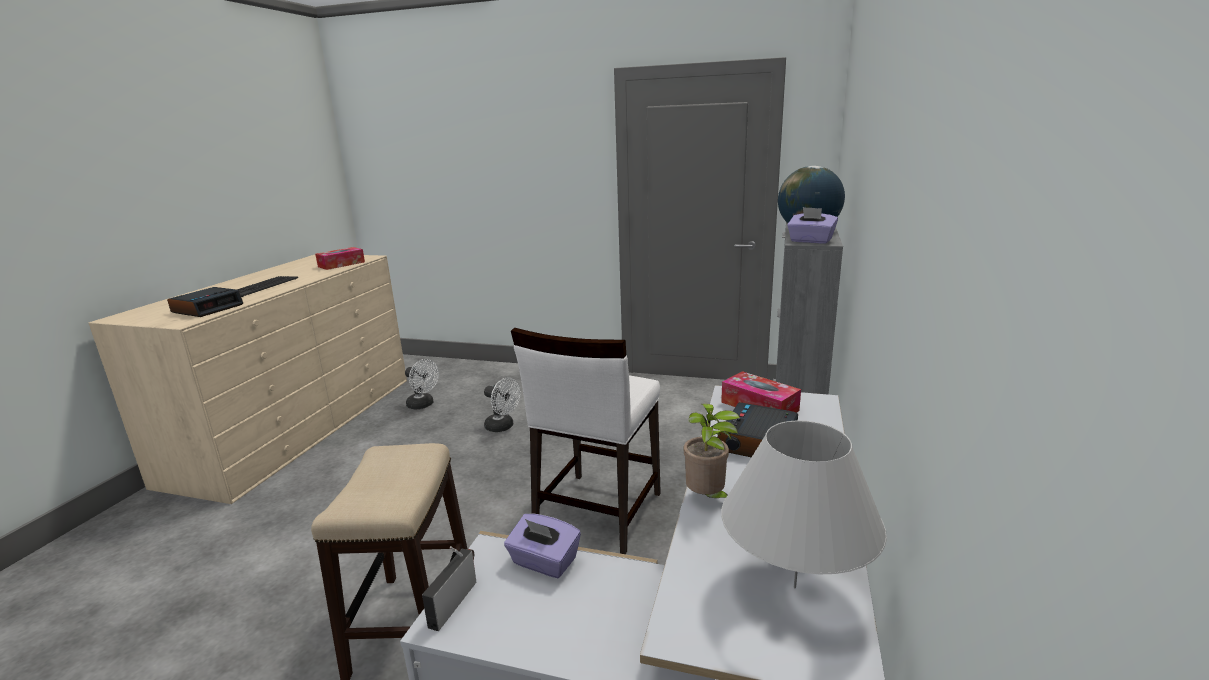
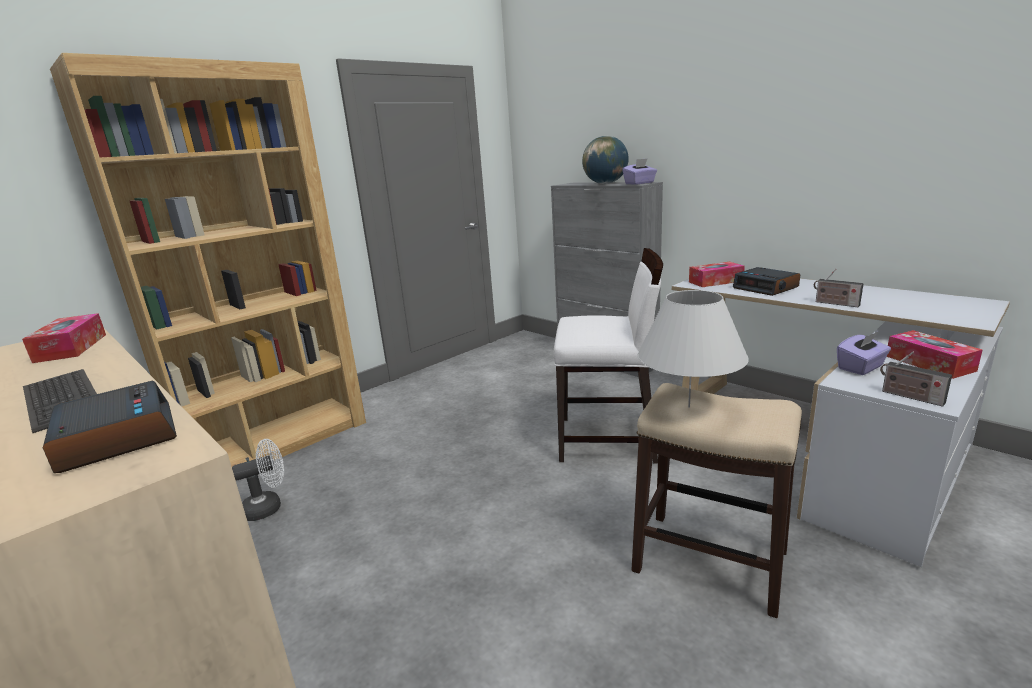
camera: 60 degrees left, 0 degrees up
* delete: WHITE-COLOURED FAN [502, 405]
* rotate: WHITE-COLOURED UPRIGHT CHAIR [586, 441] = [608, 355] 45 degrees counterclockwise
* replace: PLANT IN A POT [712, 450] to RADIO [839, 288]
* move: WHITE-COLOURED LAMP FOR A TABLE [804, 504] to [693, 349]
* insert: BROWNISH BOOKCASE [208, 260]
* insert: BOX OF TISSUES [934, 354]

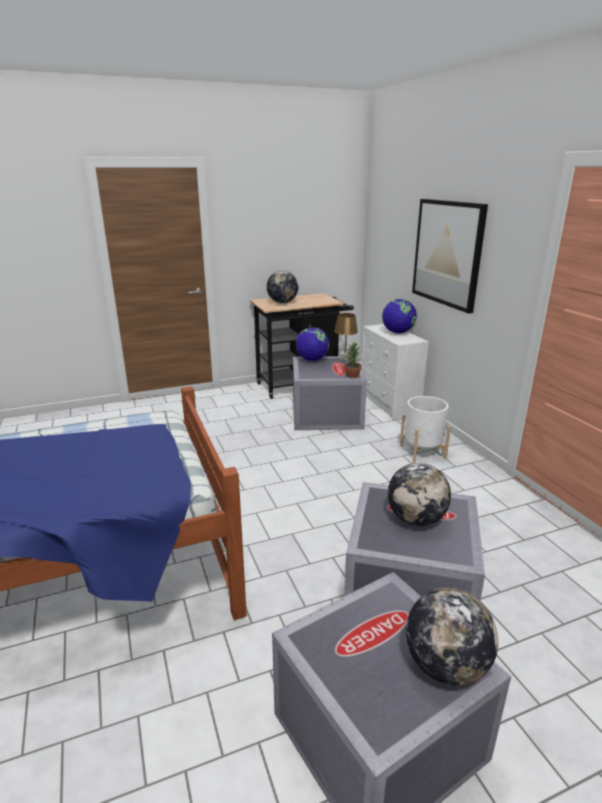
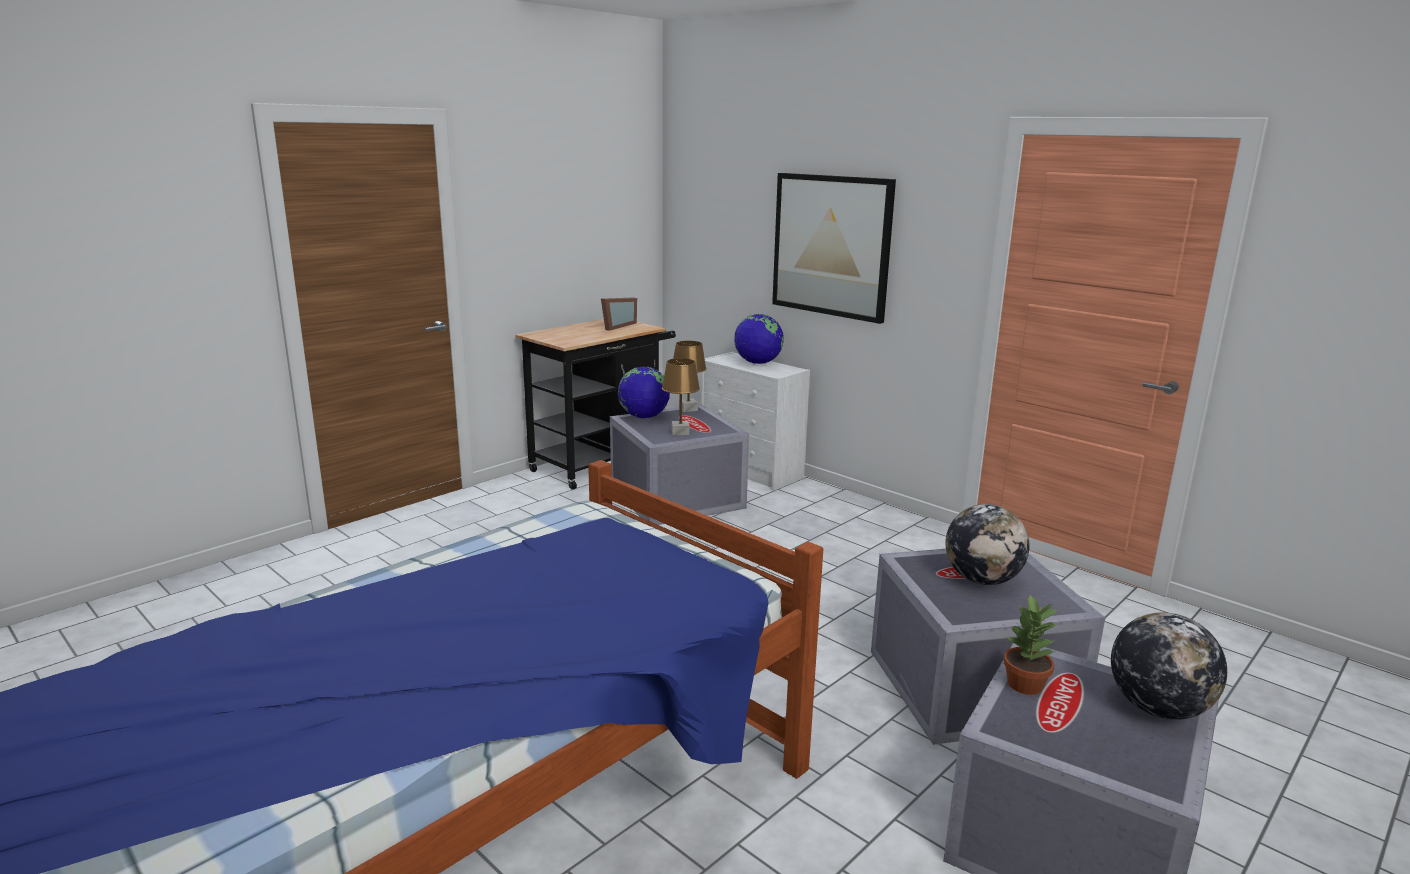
camera: 25 degrees left, 5 degrees down
* delete: WORLD GLOBE [282, 286]
* move: PLANT IN A POT [353, 360] to [1031, 645]
* delete: WHITE-COLOURED FLOWER POT [425, 429]
* insert: PICTURE FRAME [619, 314]
* insert: BROWNISH LAMP FOR A TABLE [681, 396]

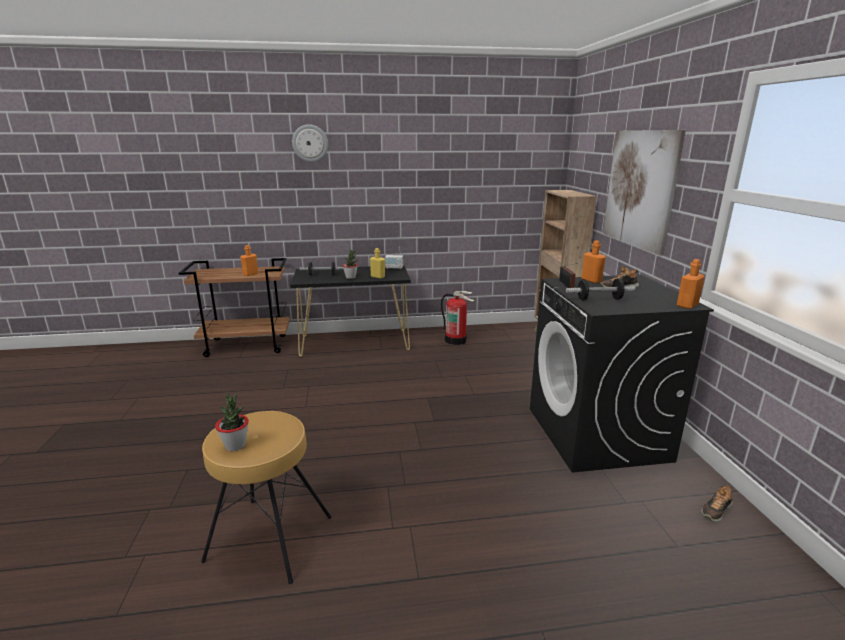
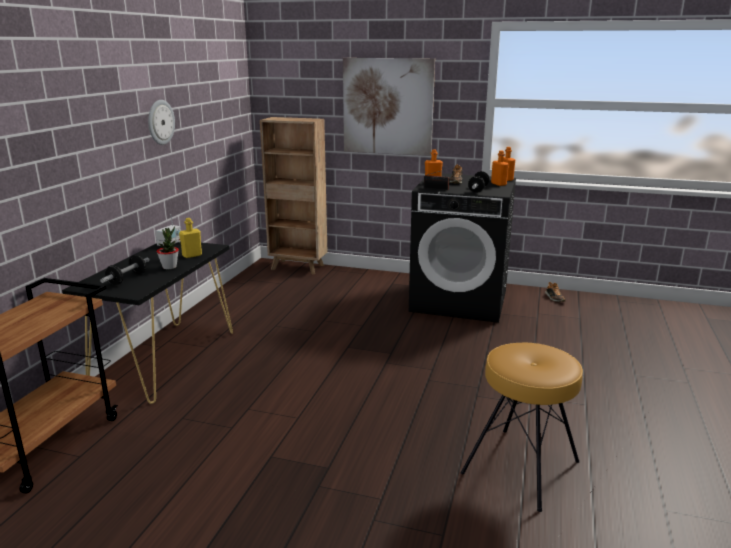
camera: 65 degrees left, 0 degrees up
* delete: PLANT IN A POT [232, 422]
* move: ORANGE BEVERAGE BOTTLE [249, 260] to [500, 168]
* move: CLOCK ON THE WALL [310, 143] to [161, 122]
* delete: FIRE-FIGHTING CYLINDER [458, 318]

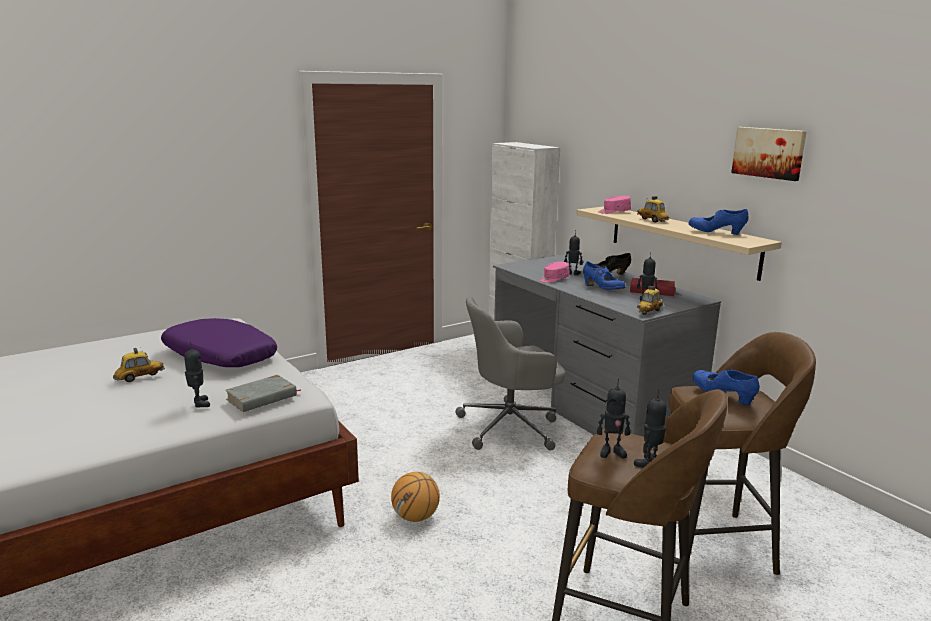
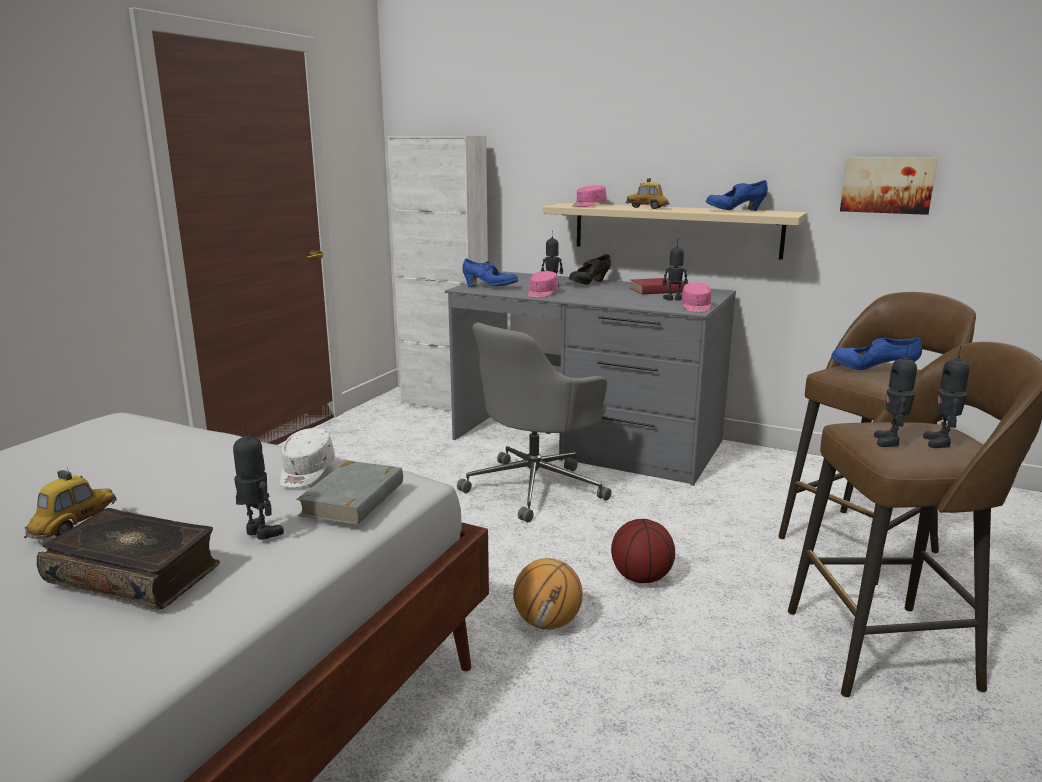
camera: 30 degrees left, 0 degrees up
* delete: PURPLE PILLOW [219, 342]
* move: BLUE-COLOURED LOW SHOE [604, 275] to [490, 272]
* rotate: ROBOT FIGURE [613, 418] = [895, 396] 135 degrees clockwise
* replace: TOY CAR [650, 300] to PINK PEAKED CAP [696, 297]
* move: PICTURE [769, 154] to [889, 186]
* insert: BOOK [128, 559]
* insert: WHITE-COLOURED PEAKED CAP [307, 458]
* insert: BASKETBALL [643, 551]

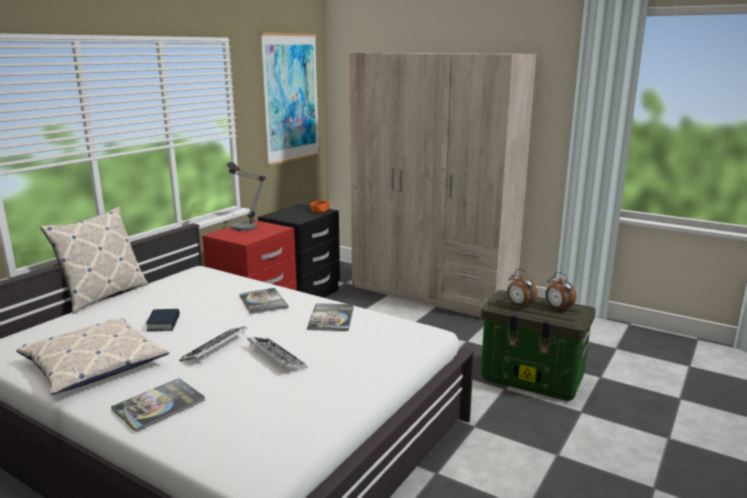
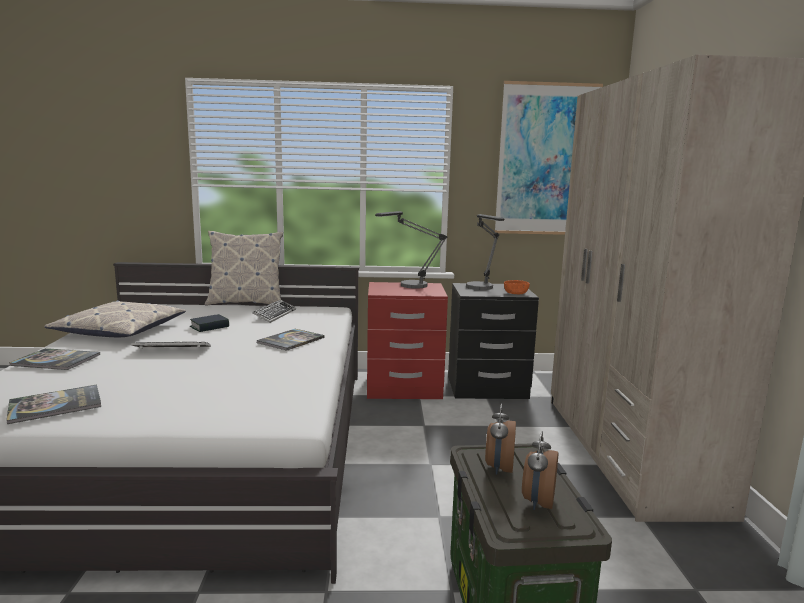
camera: 55 degrees right, 5 degrees down
* move: COMPUTER KEYBOARD [277, 352] to [274, 311]
* move: BOOK [330, 317] to [53, 404]
* insert: LAMP FOR A TABLE [485, 252]

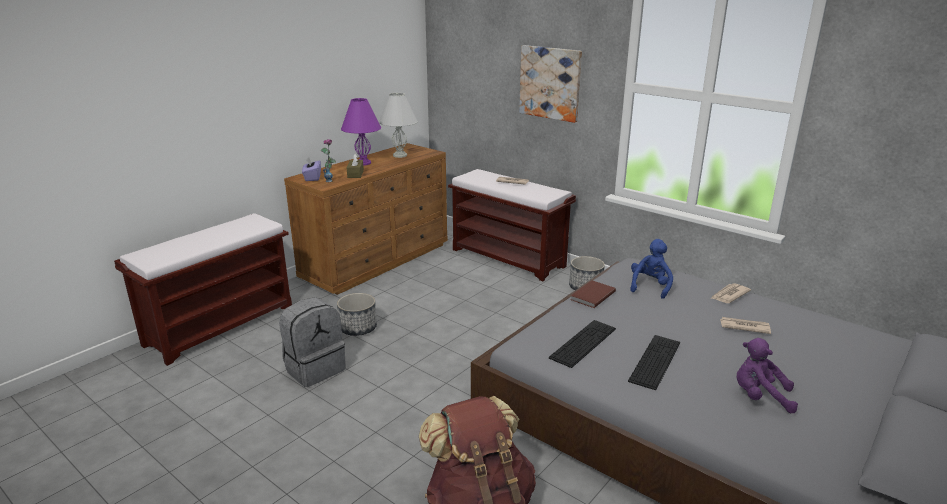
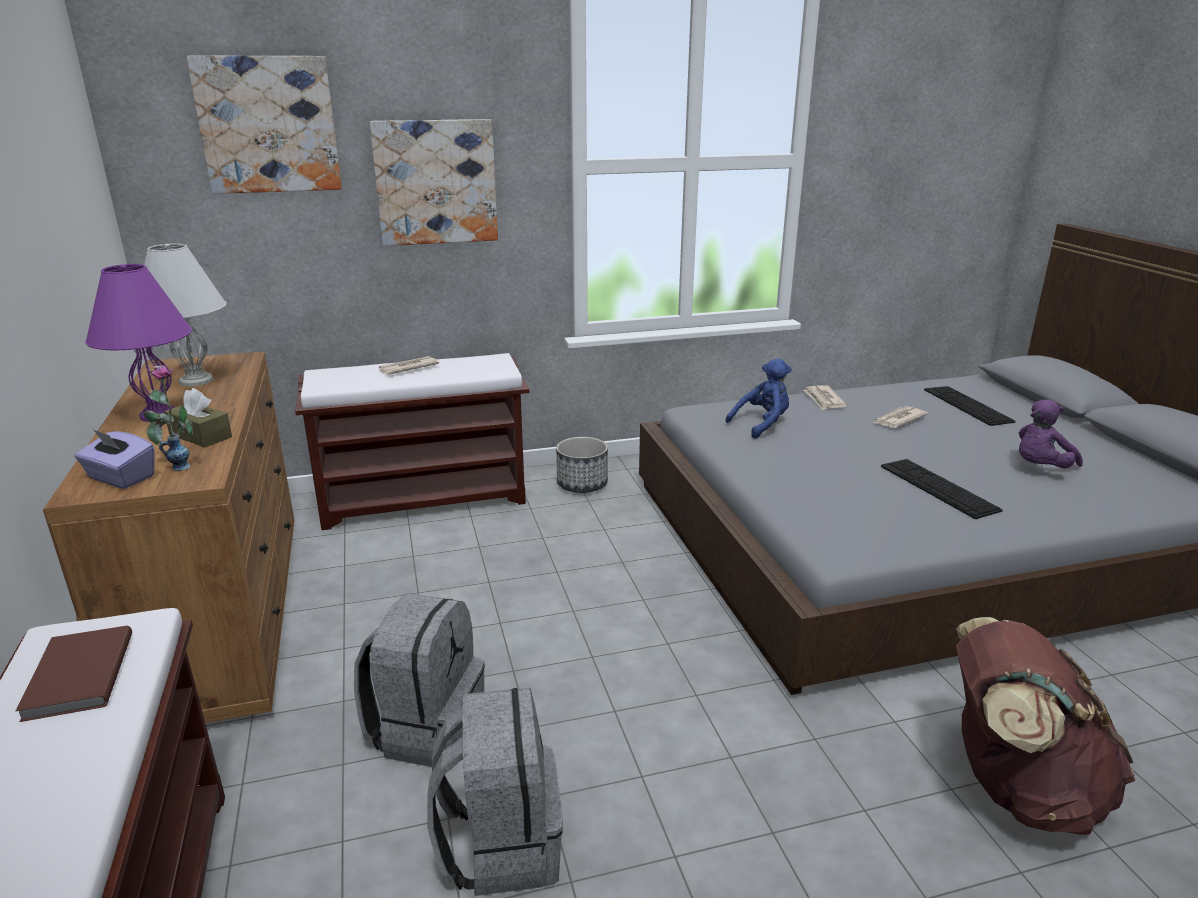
camera: 55 degrees left, 0 degrees up
* replace: FLOWER POT [357, 314] to GREY KNAPSACK [419, 680]
* move: COMPUTER KEYBOARD [582, 344] to [970, 406]
* move: BROWNISH BOOK [593, 294] to [74, 674]
* rotate: BLUE-COLOURED CUDDLY TOY [651, 269] = [758, 398] 90 degrees clockwise
* insert: PICTURE [264, 124]

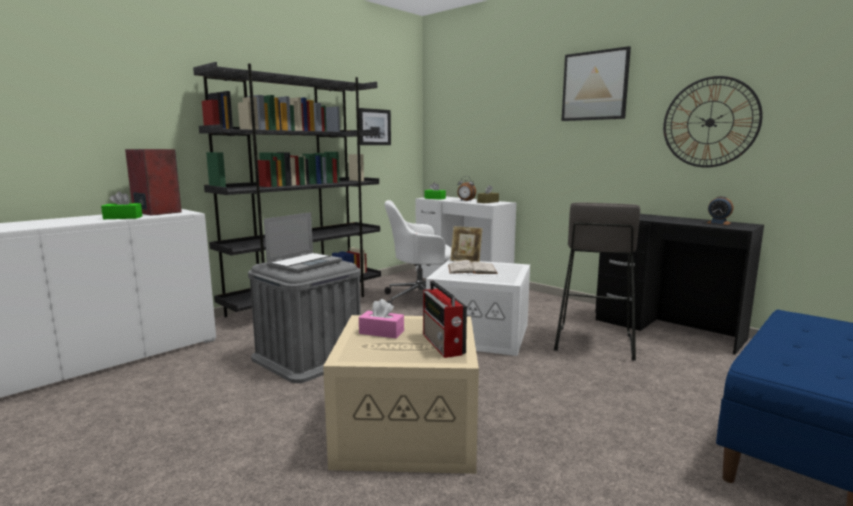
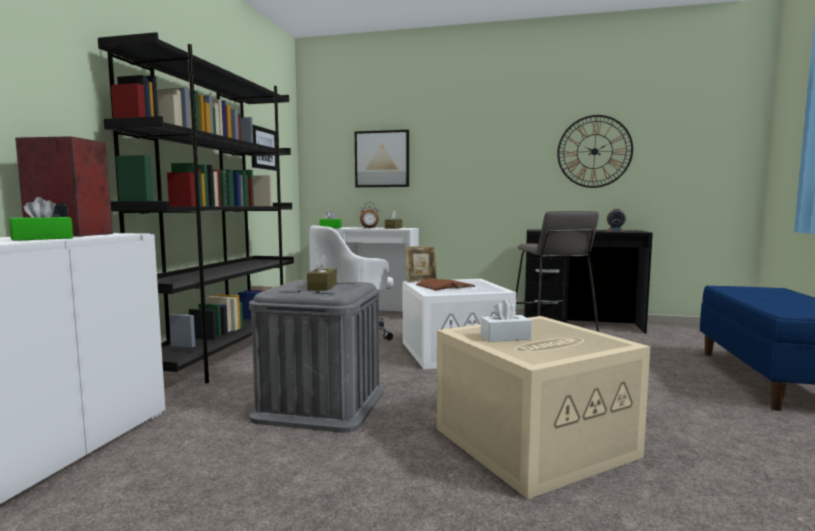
camera: 30 degrees left, 5 degrees down
* replace: NOTEBOOK COMPUTER [303, 242] to BROWNISH BOX OF TISSUES [322, 273]
* recolor: PINK BOX OF TISSUES [381, 318] to WHITE-COLOURED BOX OF TISSUES [506, 321]
* delete: RADIO [445, 319]
* recolor: WHITE-COLOURED BOOK [473, 267] to BROWNISH BOOK [445, 284]
* move: PICTURE [596, 83] to [382, 158]

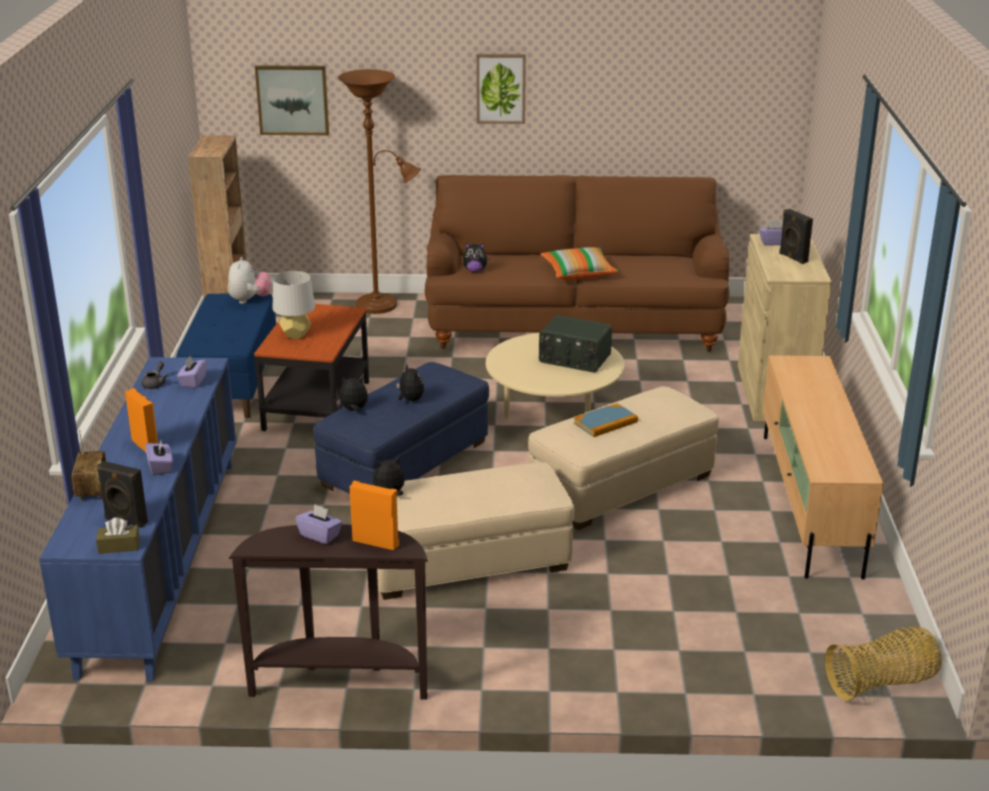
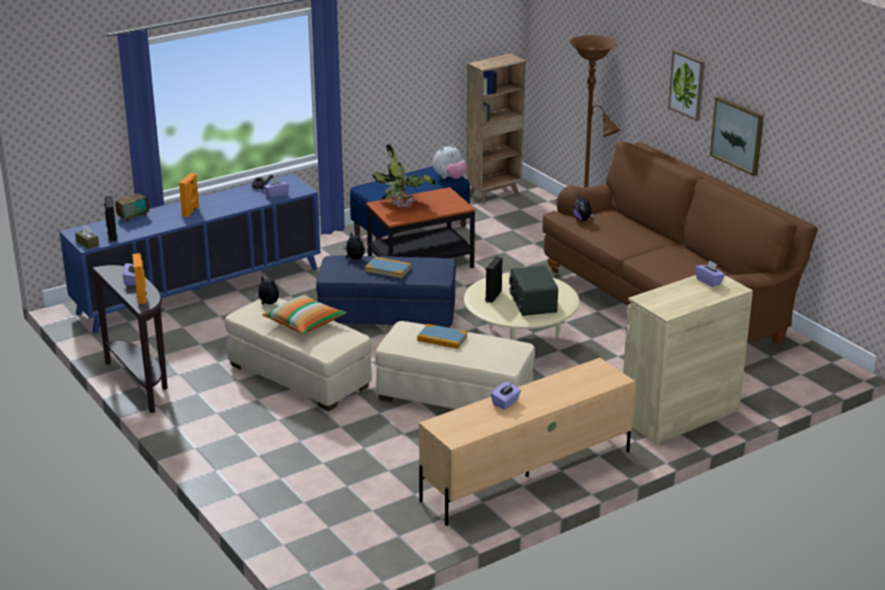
camera: 55 degrees right, 0 degrees up
* move: PURPLE BOX OF TISSUES [159, 458] to [506, 395]
* move: PICTURE [292, 100] to [737, 136]
* replace: GREY LAMP FOR A TABLE [294, 305] to PLANT IN A POT [404, 176]
* replace: CUDDLY TOY [410, 382] to BOOK [388, 267]
* move: PILLOW [579, 263] to [304, 314]
* move: BLACK-COLOURED SPEAKER [796, 236] to [493, 279]
* delete: STORAGE BASKET [883, 663]

